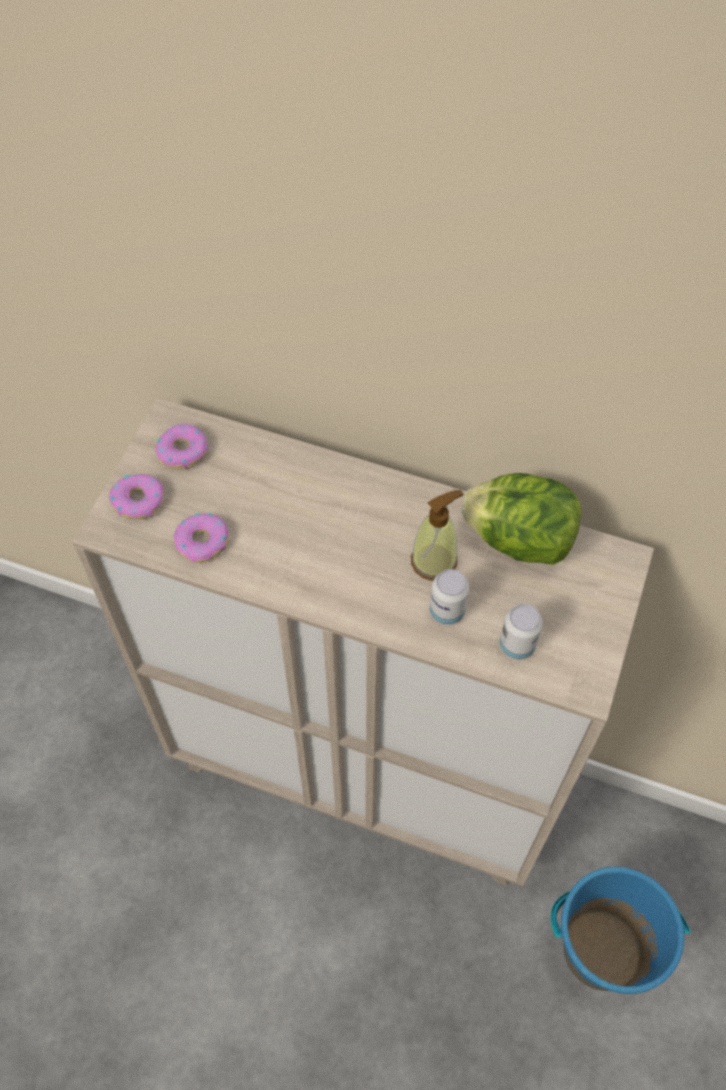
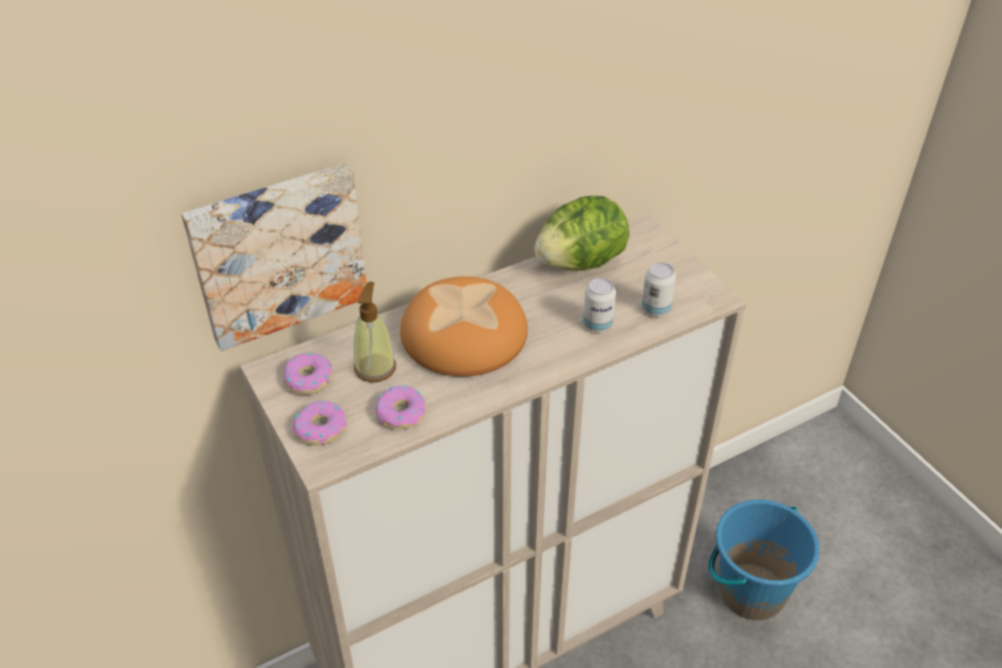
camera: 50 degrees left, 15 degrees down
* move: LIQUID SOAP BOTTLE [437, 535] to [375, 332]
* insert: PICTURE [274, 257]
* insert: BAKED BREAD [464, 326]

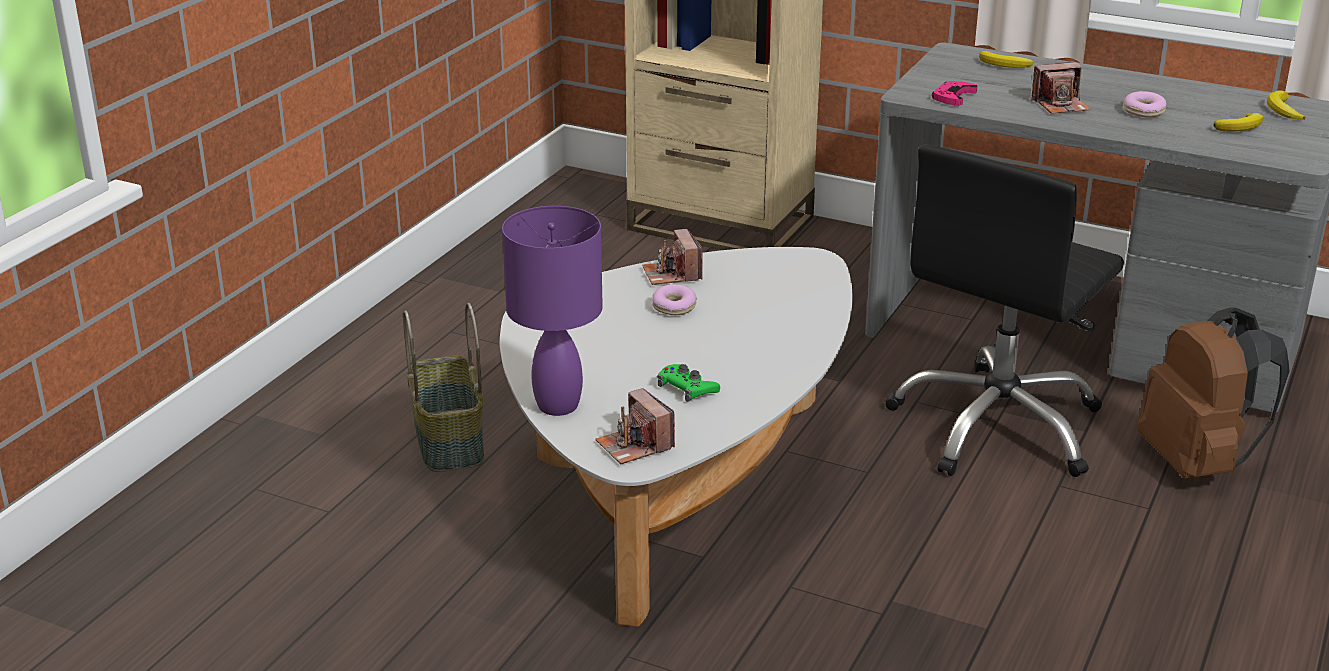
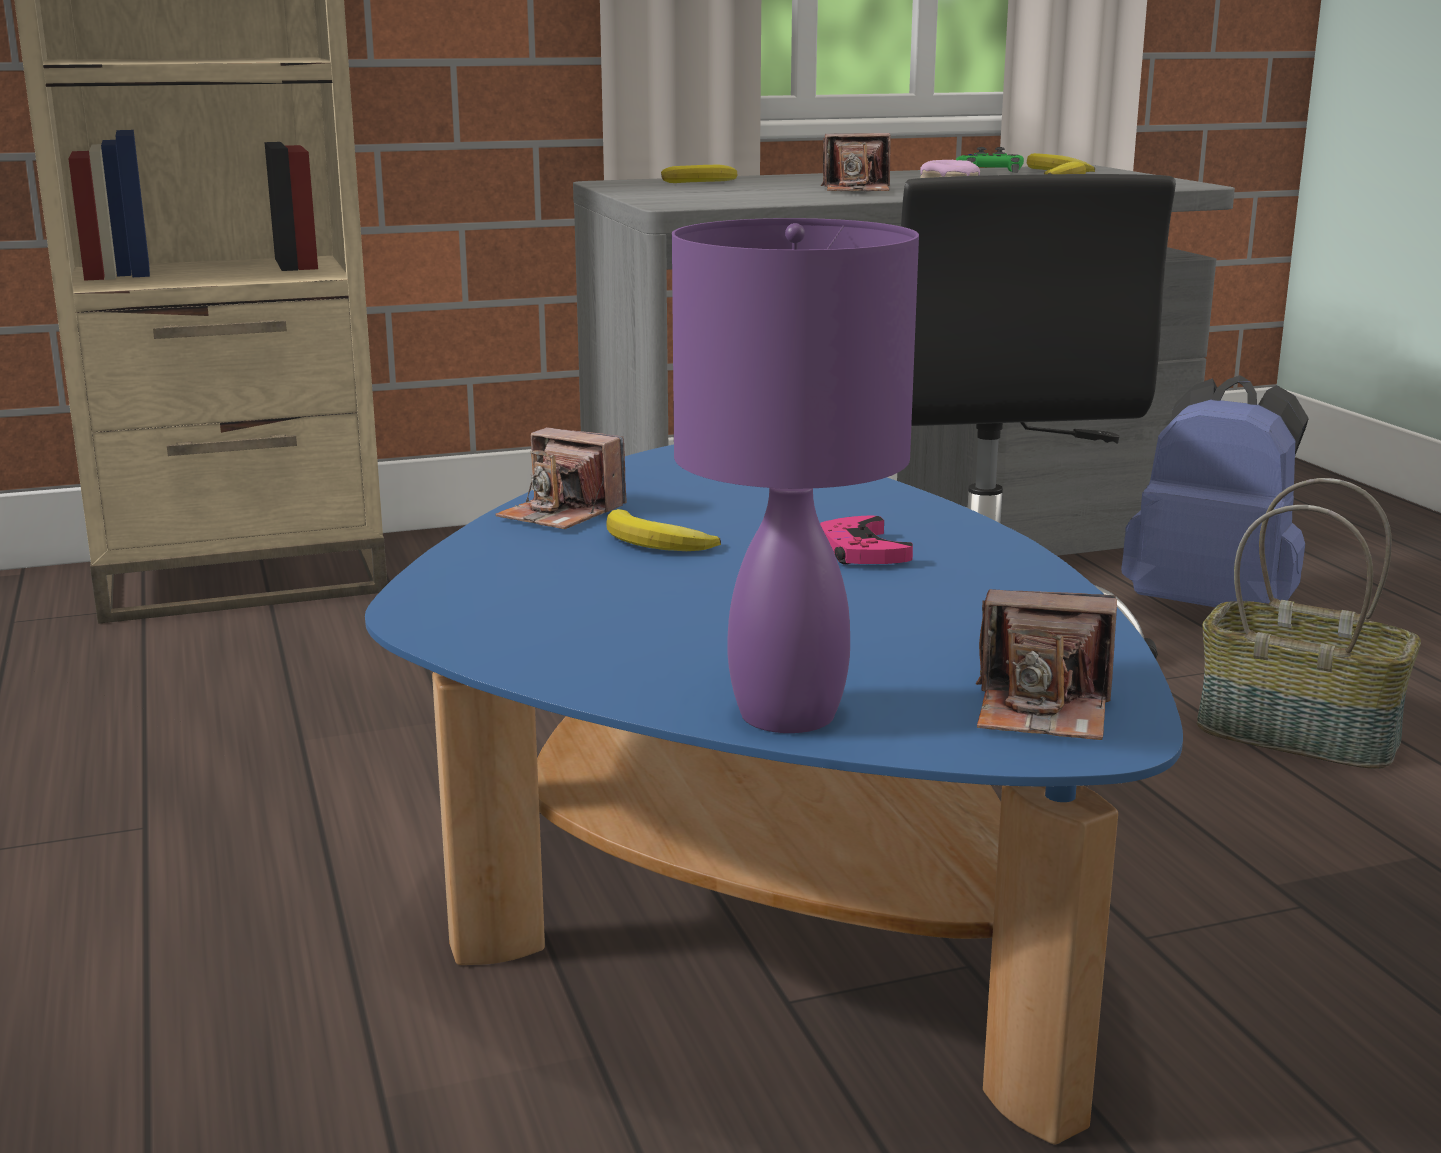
camera: 45 degrees left, 10 degrees down
* move: STORAGE BASKET [443, 387] to [1309, 623]
* recolor: WHITE-COLOURED LOUNGE TABLE [676, 437] to BLUE-COLOURED LOUNGE TABLE [774, 794]
* replace: DONUT [674, 299] to BANANA [664, 530]
* move: GREENISH JOYPAD [688, 383] to [990, 160]
* move: PINK JOYPAD [954, 93] to [866, 540]
* rotate: STILL CAMERA [1060, 87] = [856, 162] 60 degrees clockwise
* recolor: BROWNISH KNAPSACK [1213, 393] to BLUE-COLOURED KNAPSACK [1215, 491]

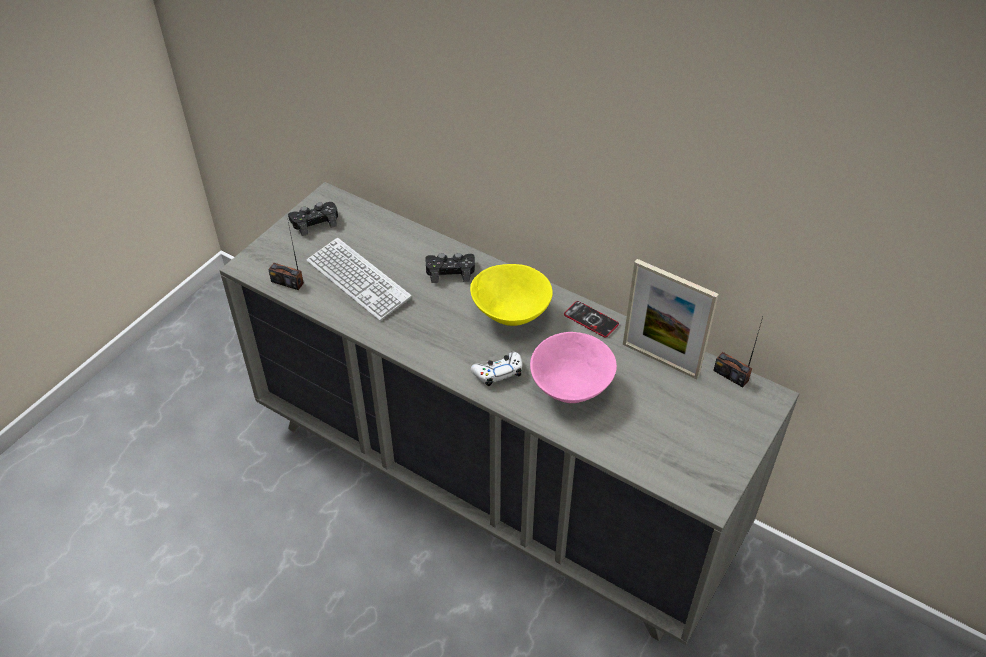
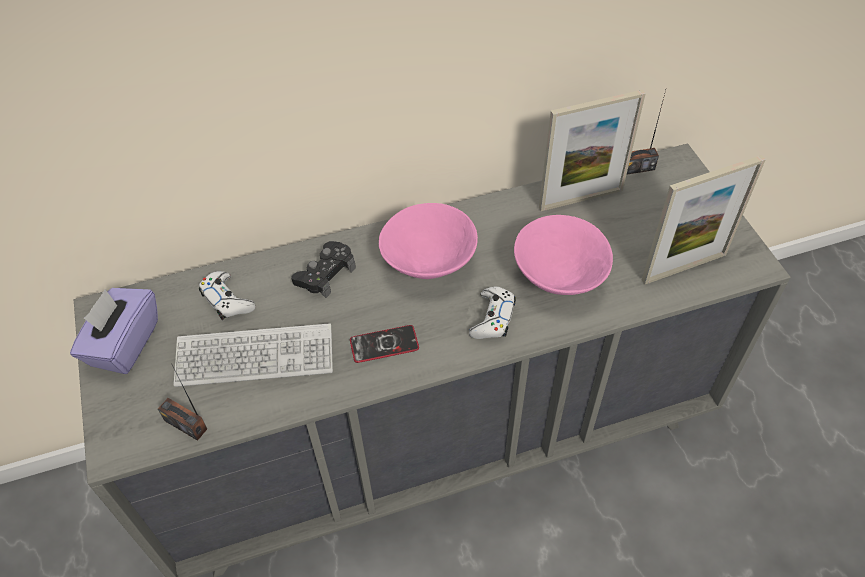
camera: 50 degrees left, 5 degrees up
* rotate: RADIO [286, 256] = [182, 402] 60 degrees clockwise
* replace: BLACK-COLOURED JOYPAD [313, 219] to PURPLE BOX OF TISSUES [114, 331]
* recolor: YELLOWISH BOWL [511, 295] to PINK BOWL [428, 241]
* move: TELEPHONE [591, 319] to [384, 344]
* insert: WHITE-COLOURED JOYPAD [227, 295]
* insert: PICTURE FRAME [704, 219]

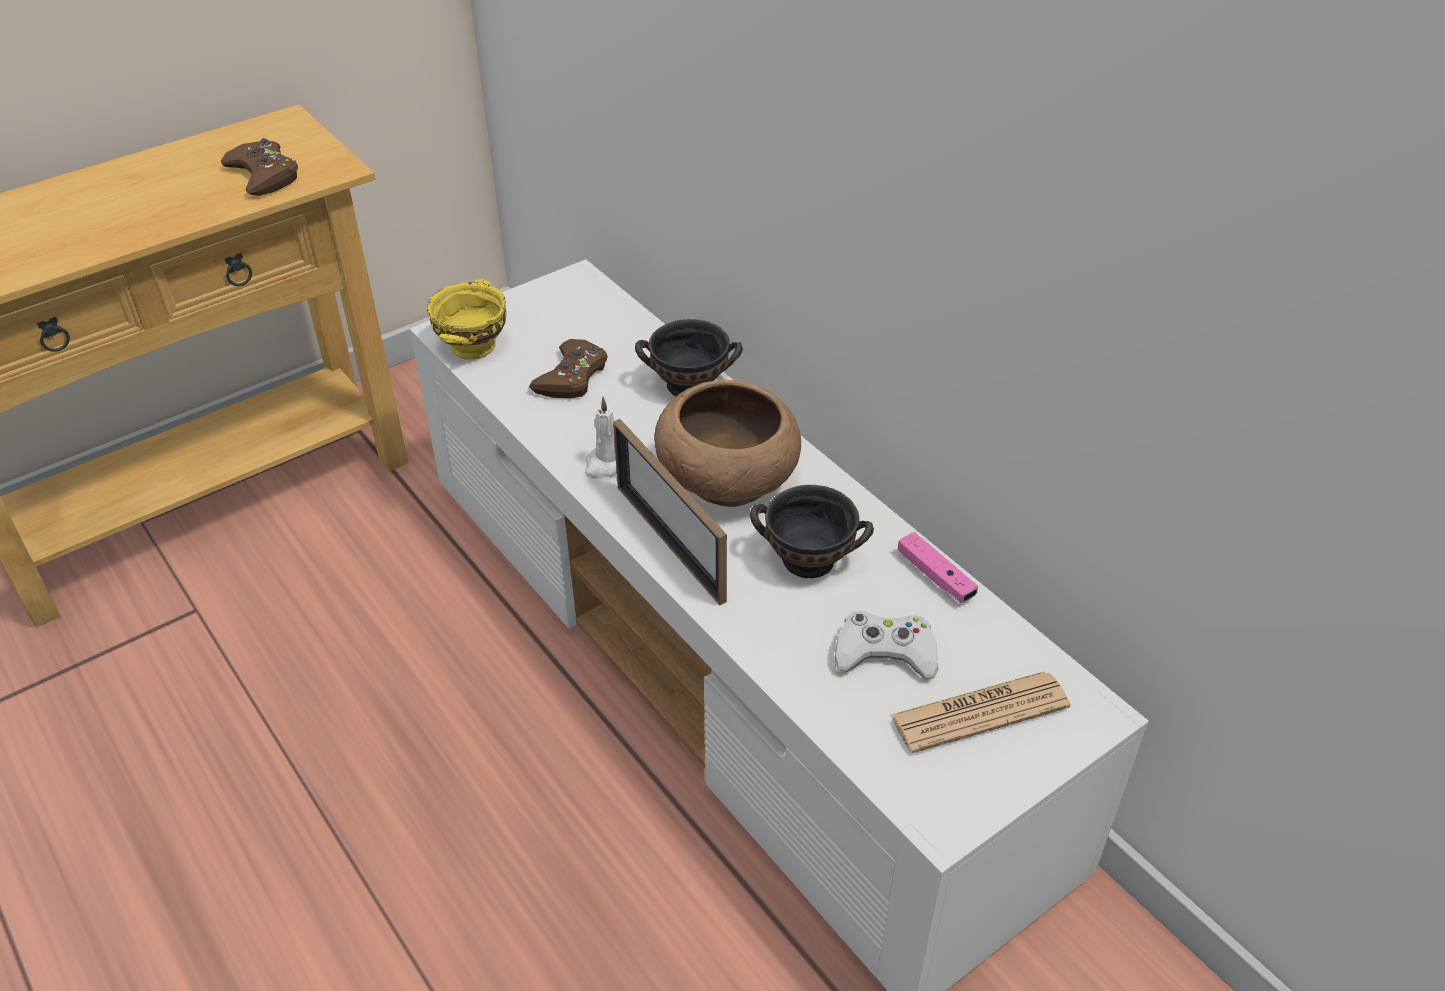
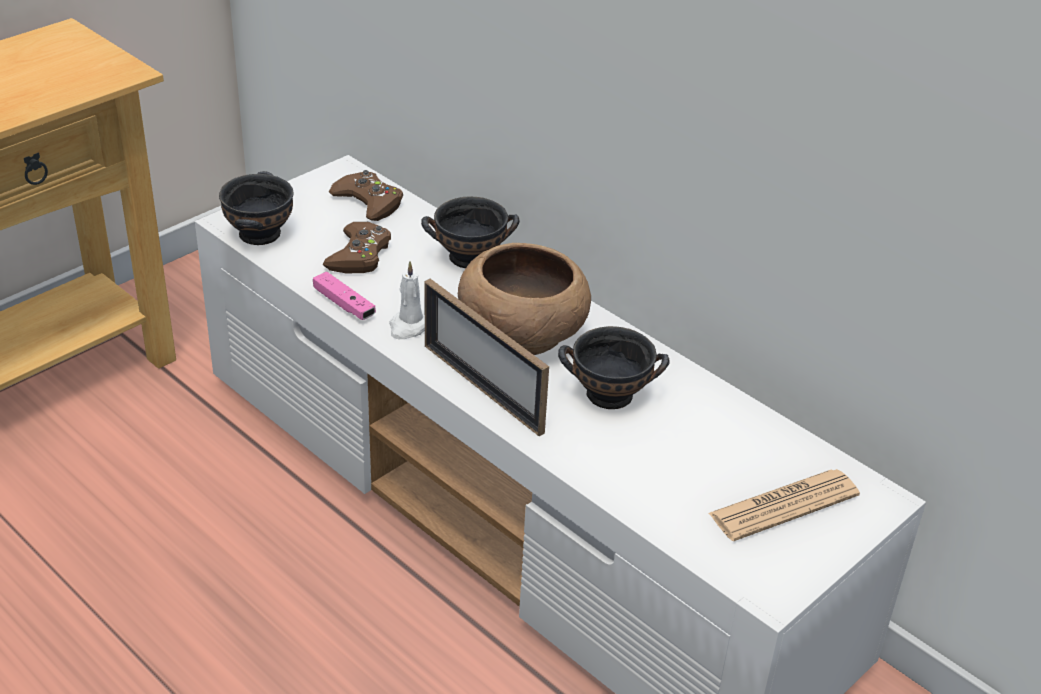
camera: 10 degrees left, 5 degrees down
* move: BROWNISH JOYPAD [259, 167] to [366, 195]
* recolor: YELLOWISH BOWL [466, 319] to BLACK-COLOURED BOWL [256, 208]
* delete: WHITE-COLOURED JOYPAD [886, 644]
* move: PINK JOYPAD [938, 567] to [344, 296]

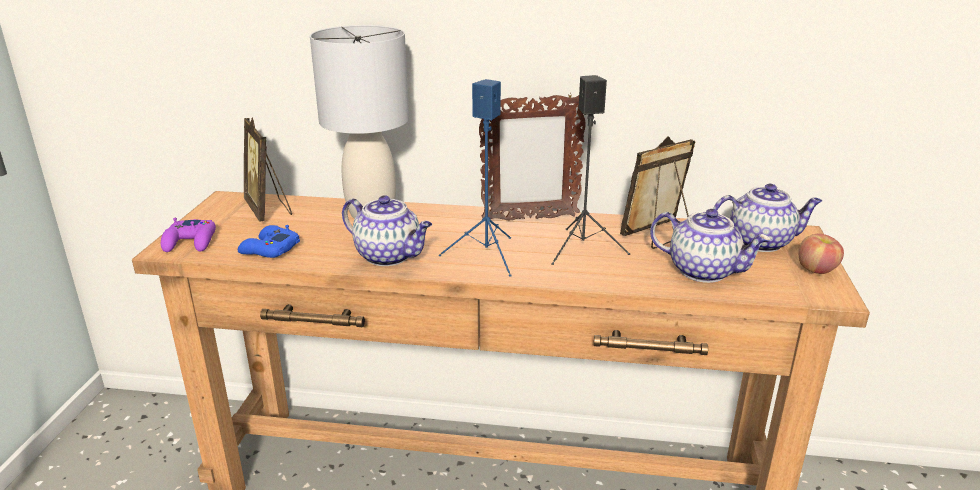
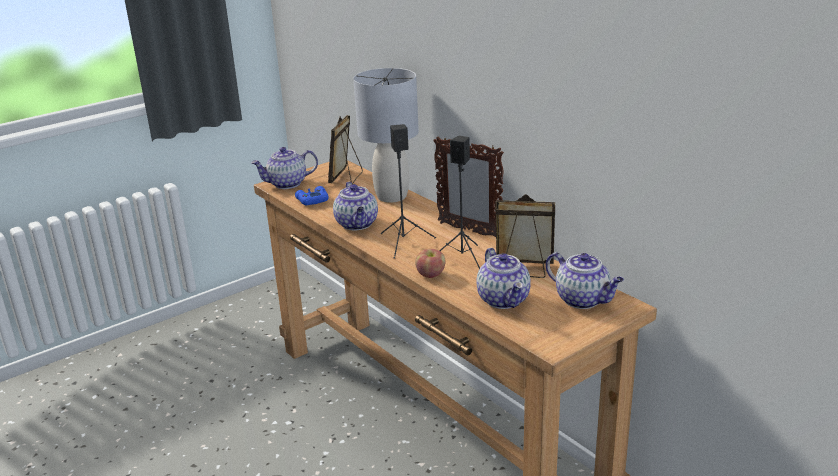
camera: 45 degrees right, 0 degrees up
* replace: PURPLE JOYPAD [188, 235] to TEA POT [284, 168]
* recolor: BLUE-COLOURED SPEAKER [475, 177] to BLACK-COLOURED SPEAKER [408, 191]
* move: APPLE FRUIT [821, 253] to [430, 263]

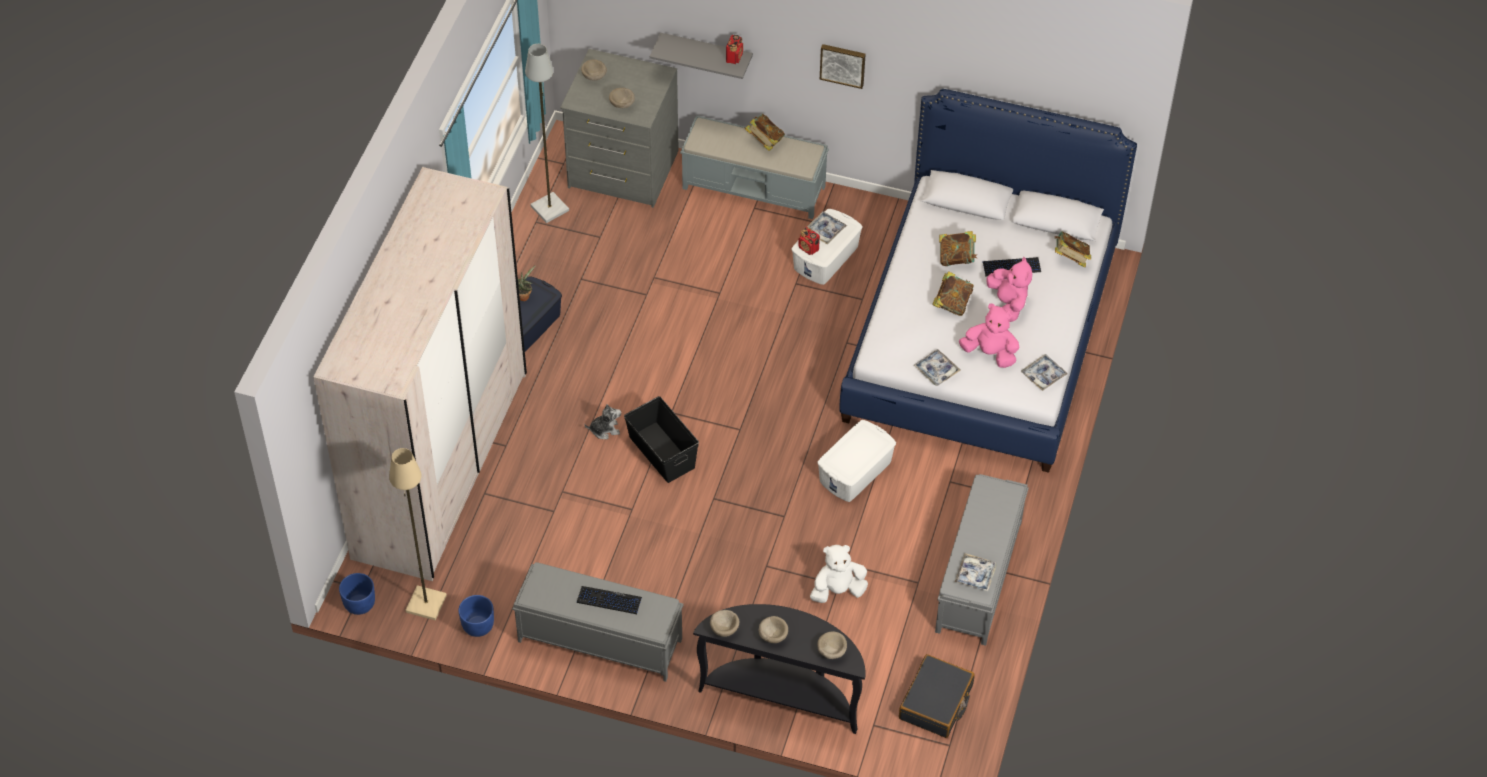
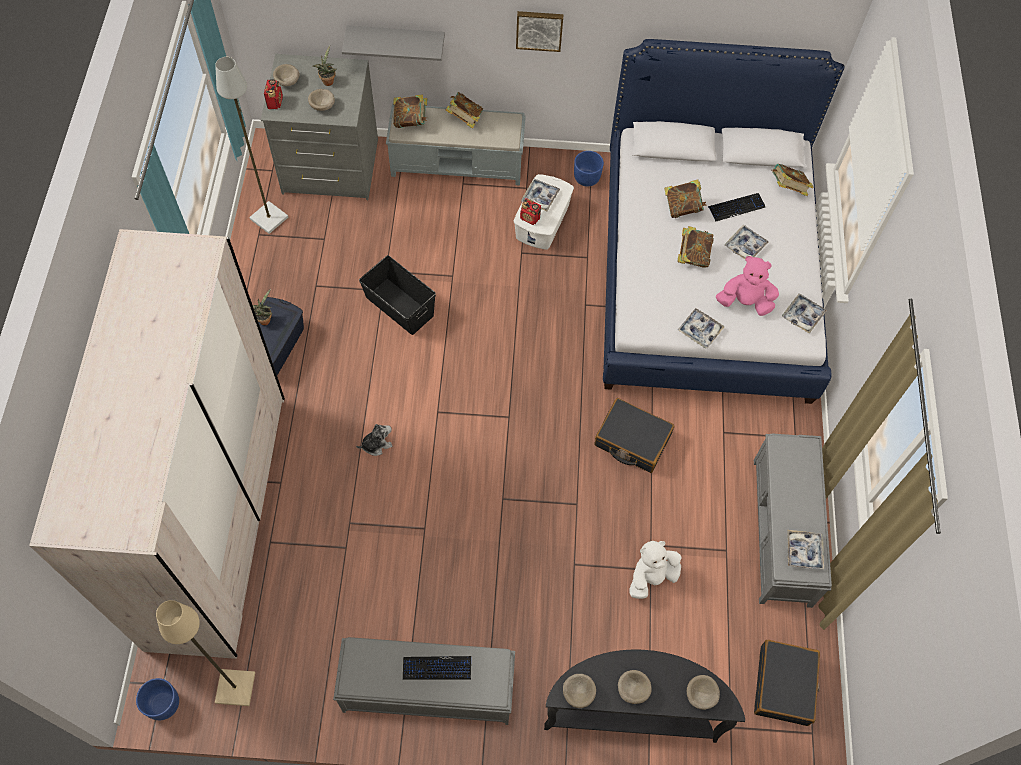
camera: 15 degrees left, 10 degrees up
* move: BLUE-COLOURED FLOWER POT [476, 616] to [589, 169]
* move: BLACK-COLOURED STORAGE CONTAINER [661, 439] to [397, 295]
* move: RADIO [734, 49] to [273, 94]
* replace: WHITE-COLOURED STORAGE CONTAINER [856, 461] to BLACK-COLOURED TRAVEL CASE [634, 435]
* replace: PINK CUDDLY TOY [1009, 289] to CARRYING TRAY [747, 242]
* insert: PLANT IN A POT [324, 65]
* insert: BOOK [410, 111]

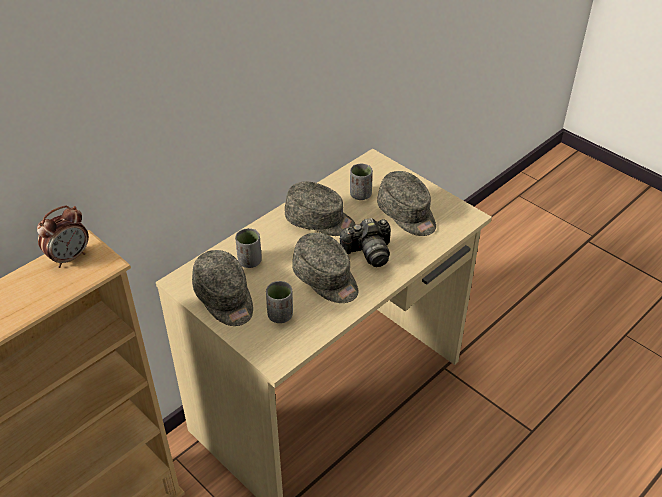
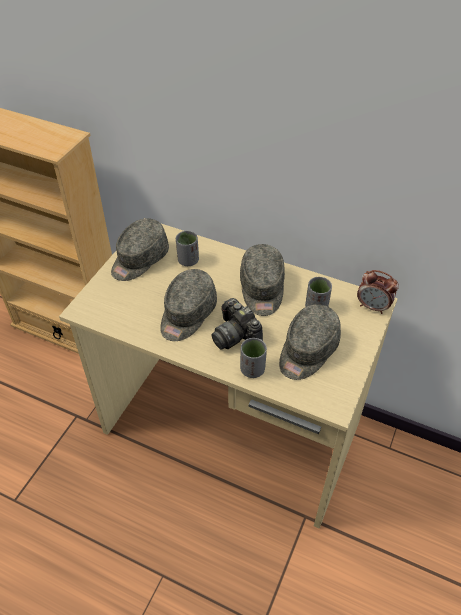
camera: 70 degrees right, 5 degrees up
* move: ALARM CLOCK [63, 236] to [378, 292]
* move: GREY CUP [279, 302] to [253, 358]

